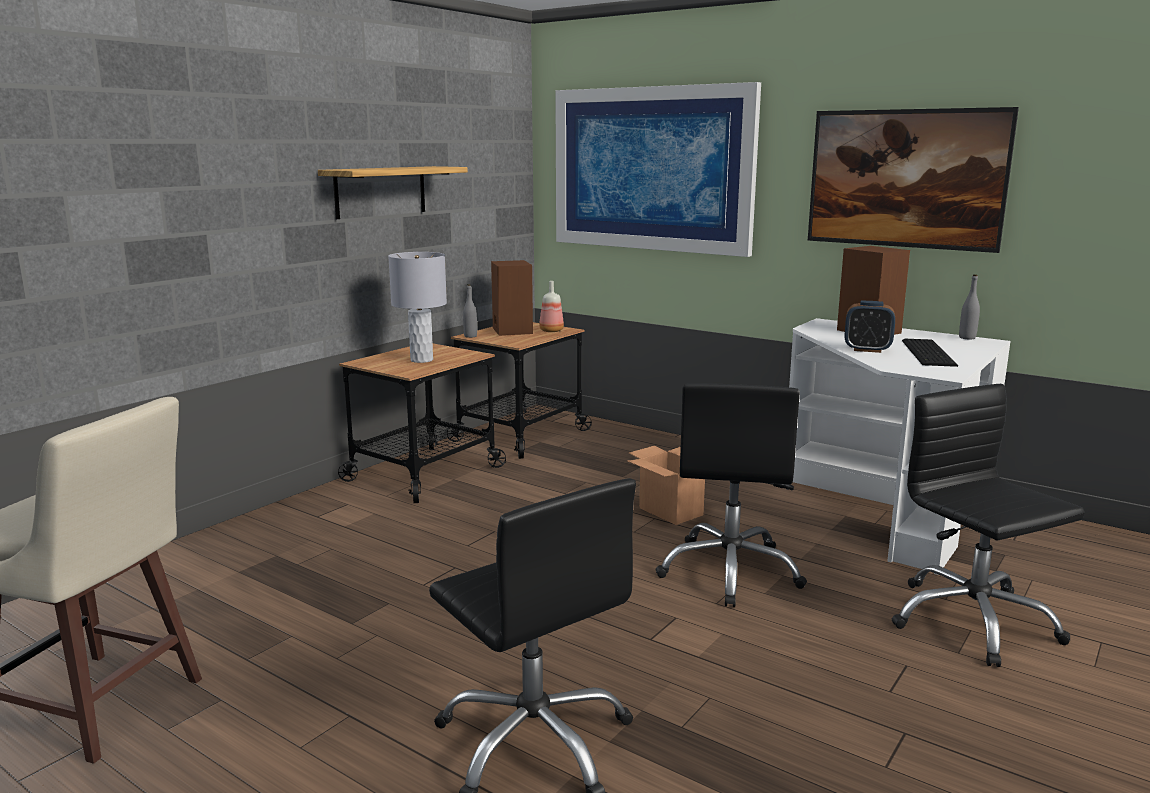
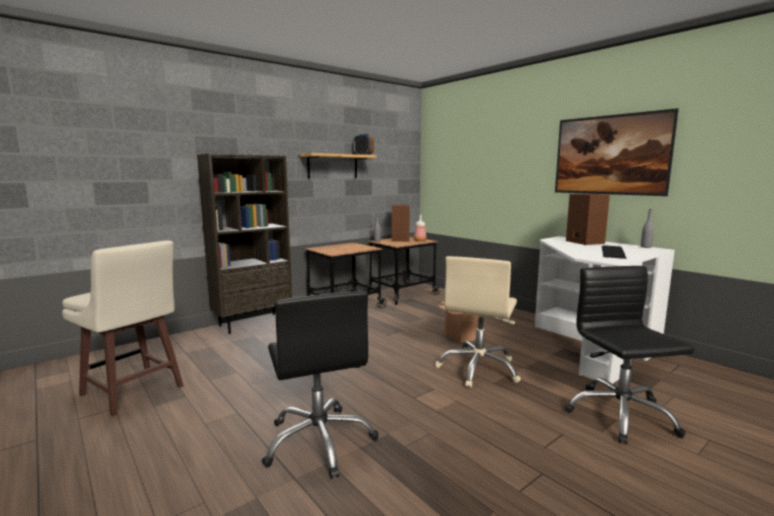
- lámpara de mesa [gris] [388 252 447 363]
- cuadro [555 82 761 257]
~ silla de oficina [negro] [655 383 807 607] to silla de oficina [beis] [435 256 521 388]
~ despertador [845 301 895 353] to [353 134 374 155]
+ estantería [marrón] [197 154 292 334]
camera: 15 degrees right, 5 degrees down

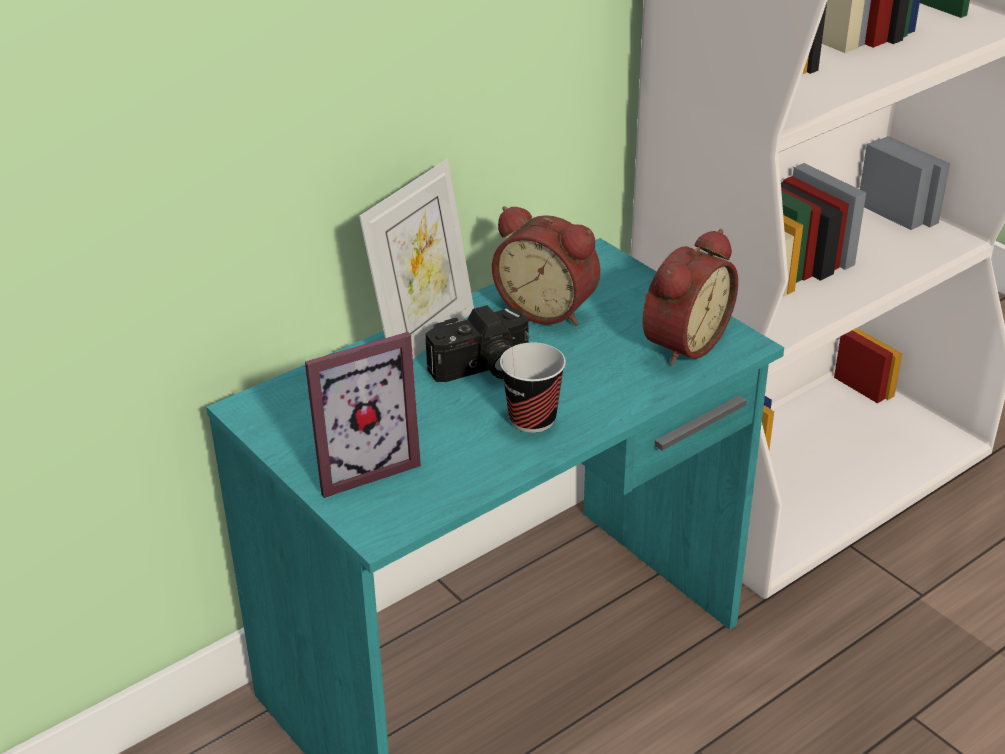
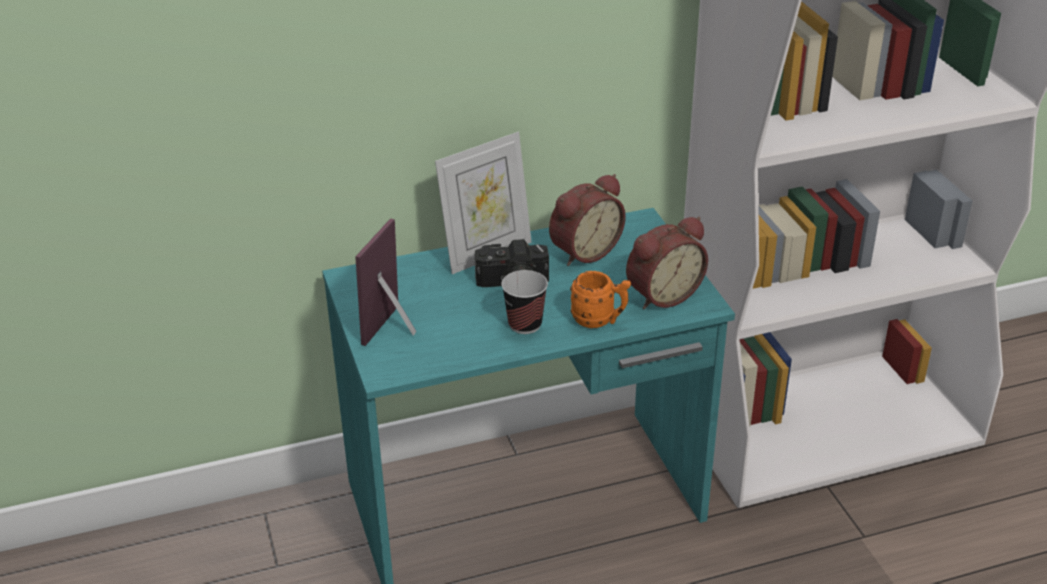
~ portarretratos [305 332 421 498] = [355 218 417 346] 120 degrees clockwise
~ despertador [492 206 600 326] = [549 174 626 266] 90 degrees counterclockwise
+ taza grande [naranja] [570 271 631 328]
camera: 20 degrees right, 0 degrees up

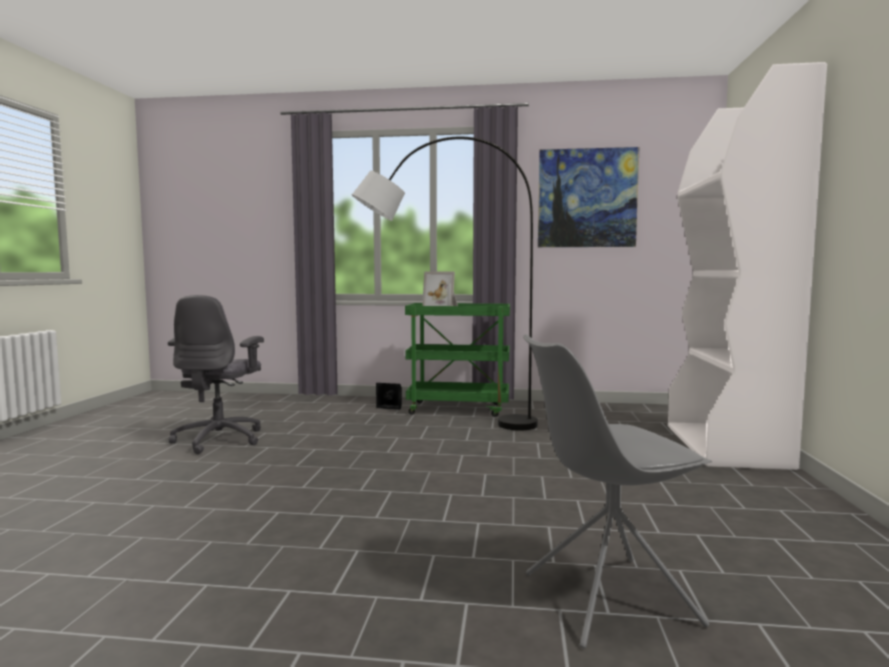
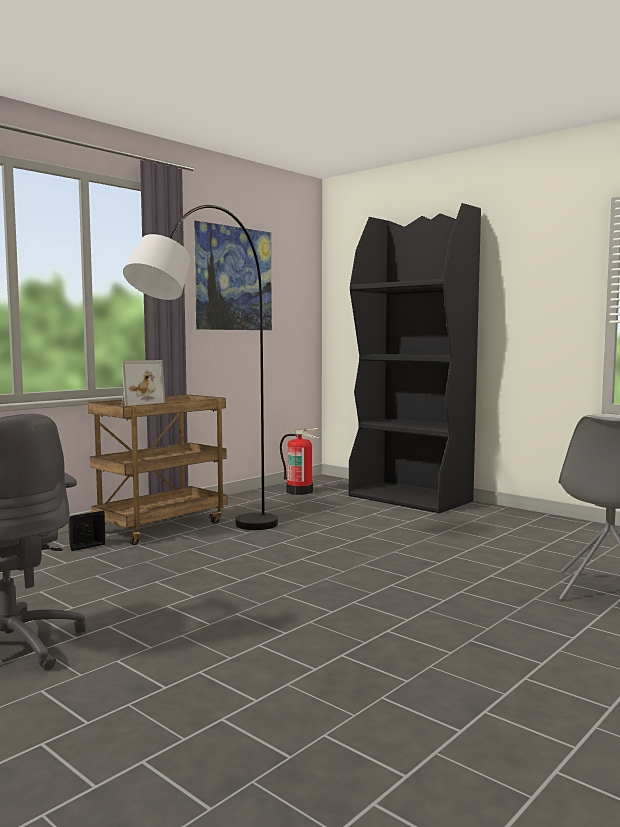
~ carrito [verde] [405 303 510 417] to carrito [marrón] [88 395 227 545]
~ estantería [blanco] [668 62 827 470] to estantería [negro] [349 203 481 513]
+ extintor [280 428 320 495]
camera: 55 degrees left, 0 degrees up

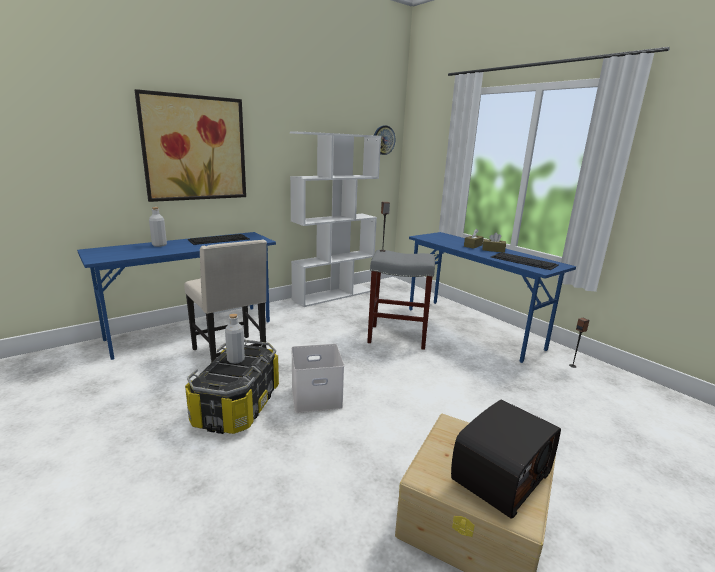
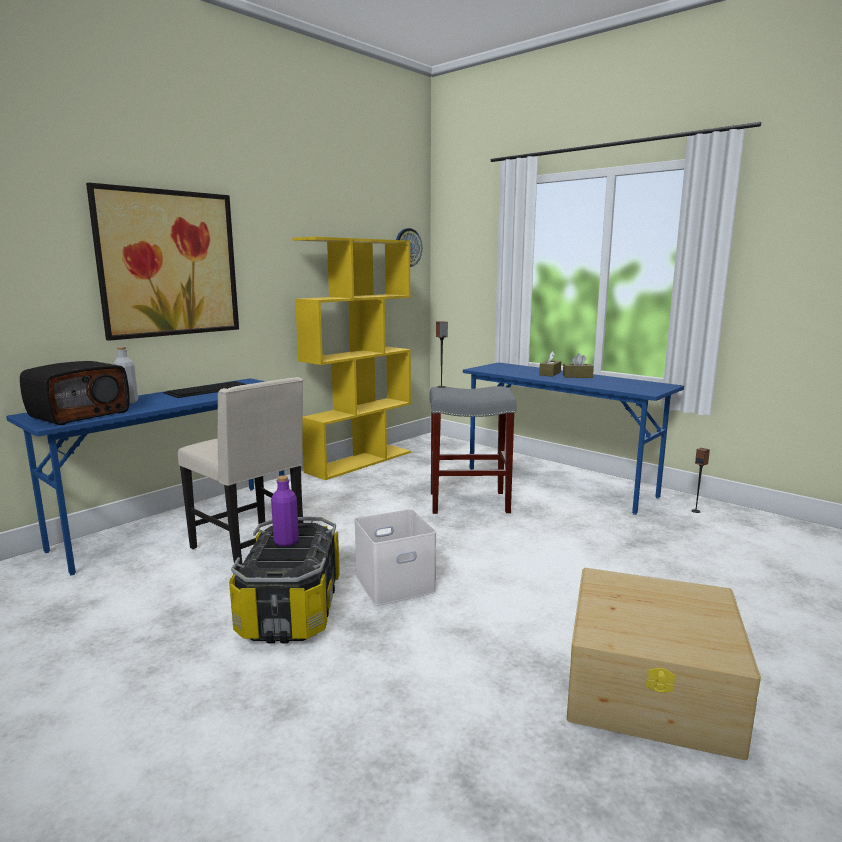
~ botella [gris] [225 314 245 364] to botella [morado] [271 476 299 546]
~ estantería [blanco] [290 131 381 307] to estantería [amarillo] [292 237 411 480]
~ radio [451 400 561 519] to [20 361 130 425]
- teclado [491 253 559 270]
camera: 10 degrees left, 5 degrees down

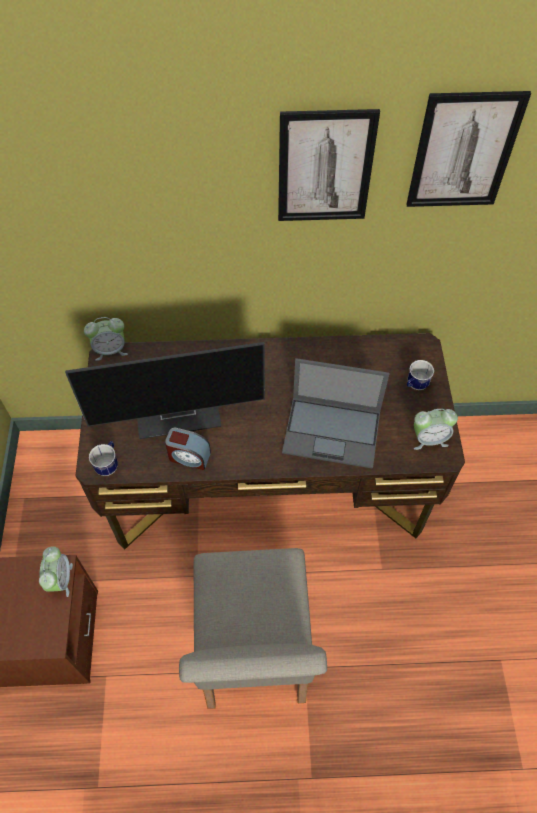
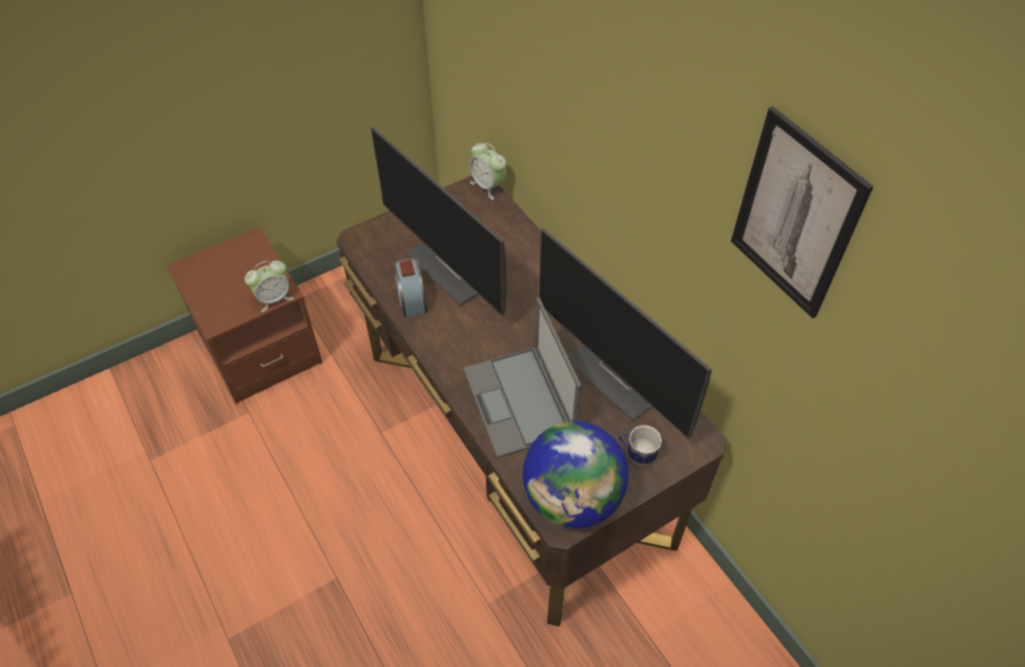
- taza grande [89 441 118 476]
- silla [beis] [179 548 327 709]
- cuadro [278 109 380 221]
~ despertador [414 409 458 450] to globo terráqueo [522 421 628 528]
+ monitor [538 228 712 439]
camera: 60 degrees right, 5 degrees down

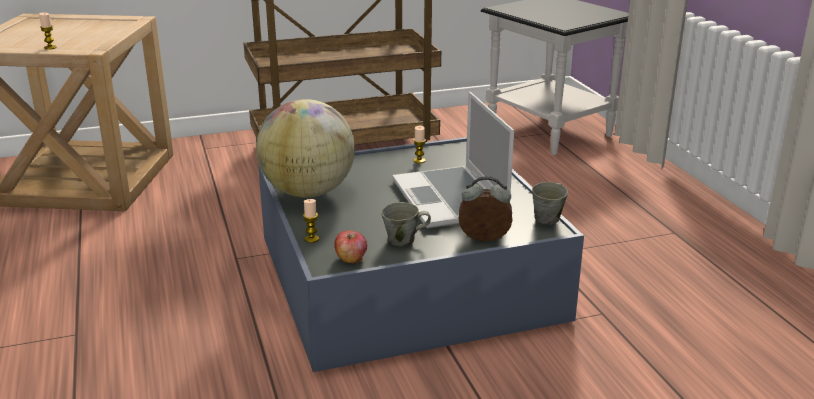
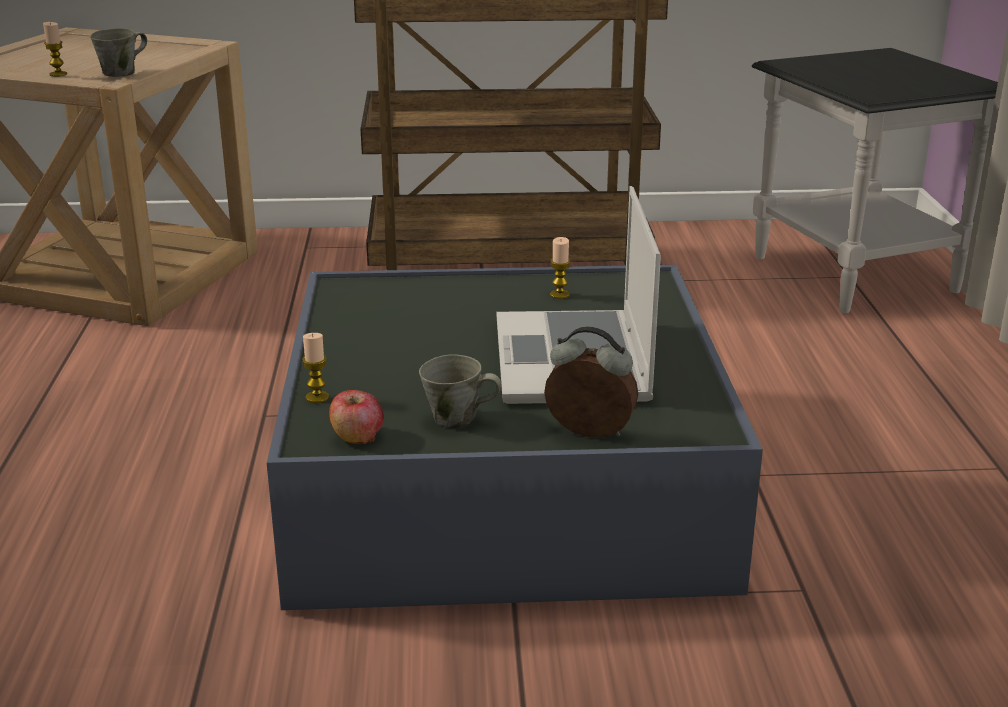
- globo terráqueo [256 99 355 198]
~ taza grande [gris] [532 182 568 224] to [90 28 147 77]
camera: 15 degrees right, 0 degrees up

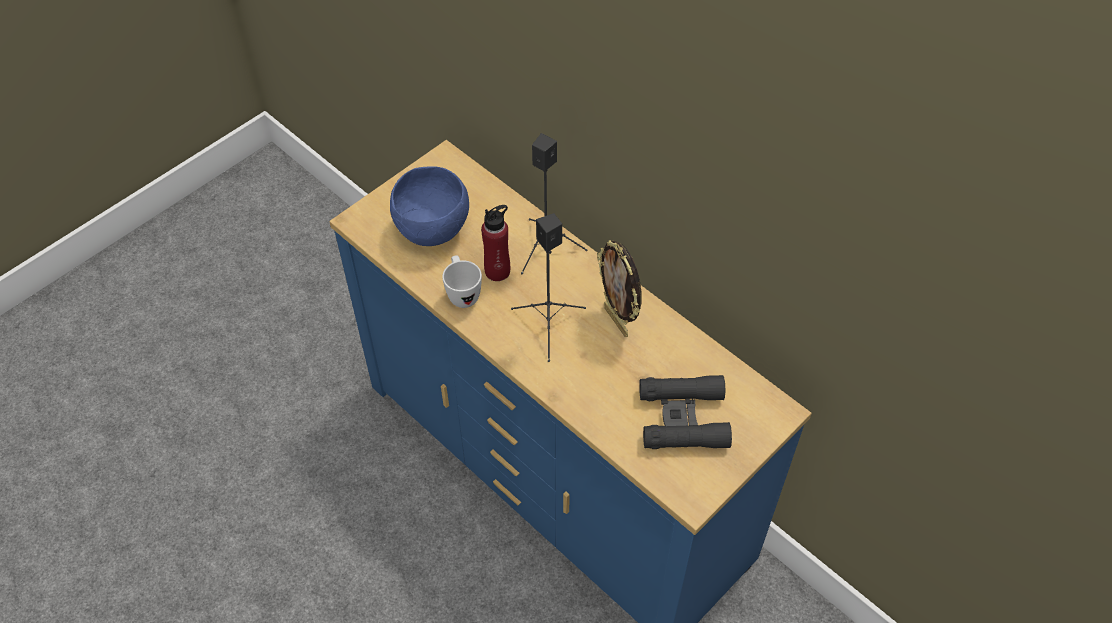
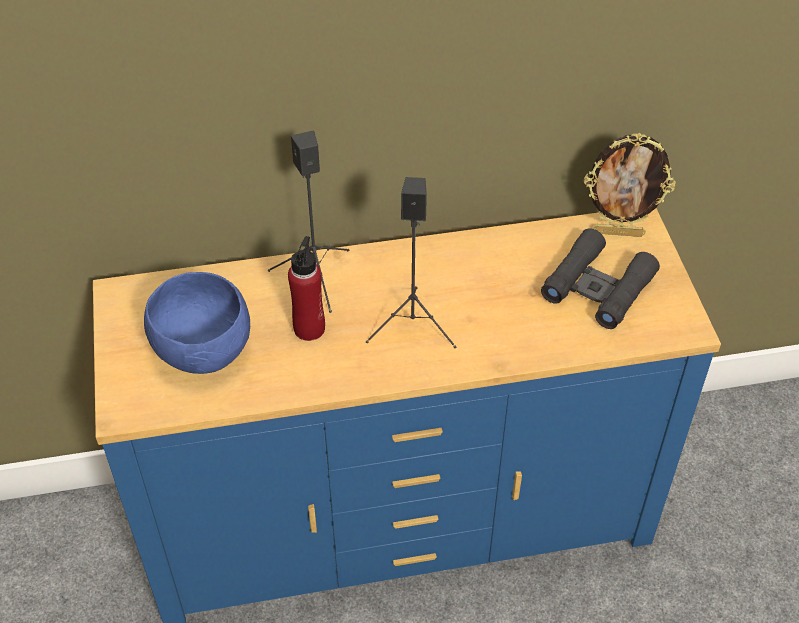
- taza grande [blanco] [442 255 482 308]
~ portarretratos [597 240 642 337] to [584 133 676 237]
camera: 55 degrees left, 5 degrees down

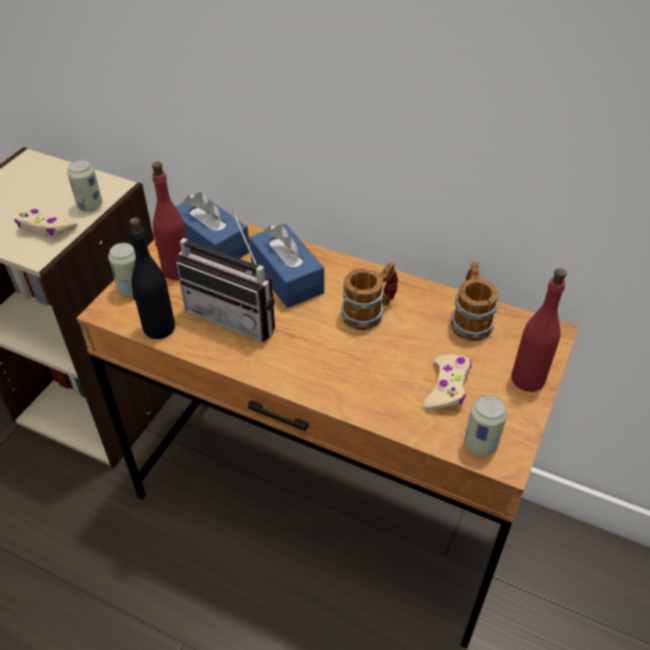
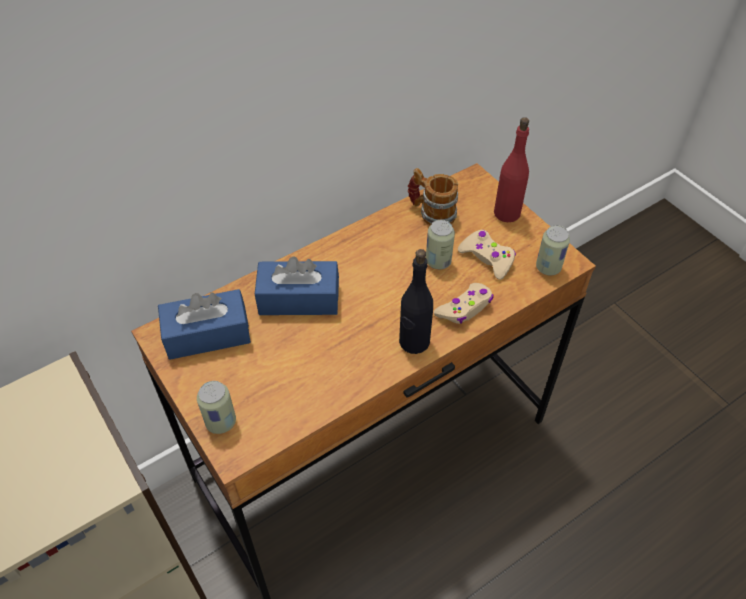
~ mando de consola [beis] [14 209 77 237] to [434 283 493 324]
~ lata [67 159 102 212] to [426 220 455 269]
~ botella [negro] [129 217 175 339] to [399 249 433 354]
- botella [rojo] [152 162 187 280]
- radio [176 208 275 342]
- taza grande [342 261 398 330]
camera: 60 degrees left, 5 degrees up

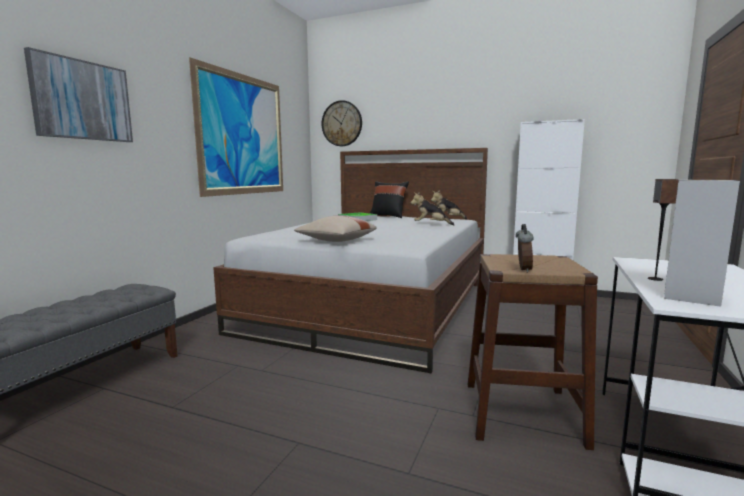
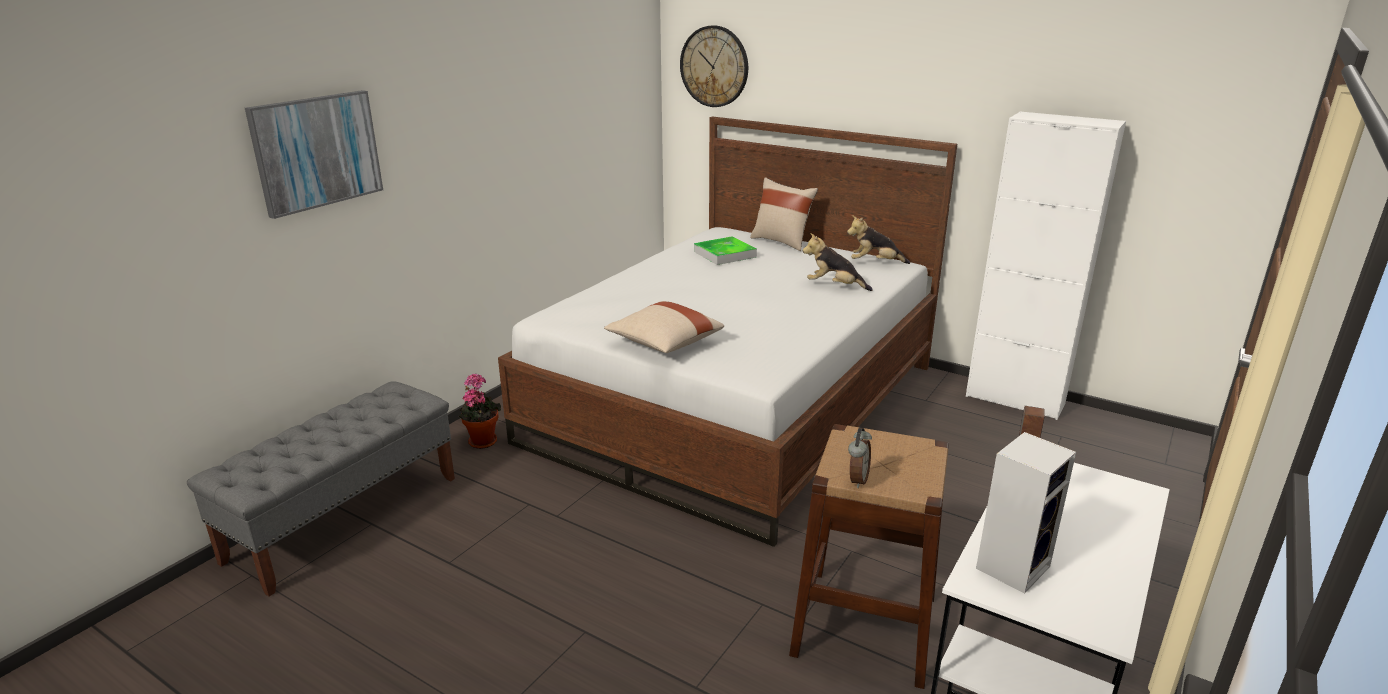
- cuadro [189 57 283 197]
~ cojín [negro] [370 181 409 218] to cojín [beis] [750 177 818 251]
+ planta en maceta [459 374 501 449]
camera: 10 degrees right, 15 degrees up

